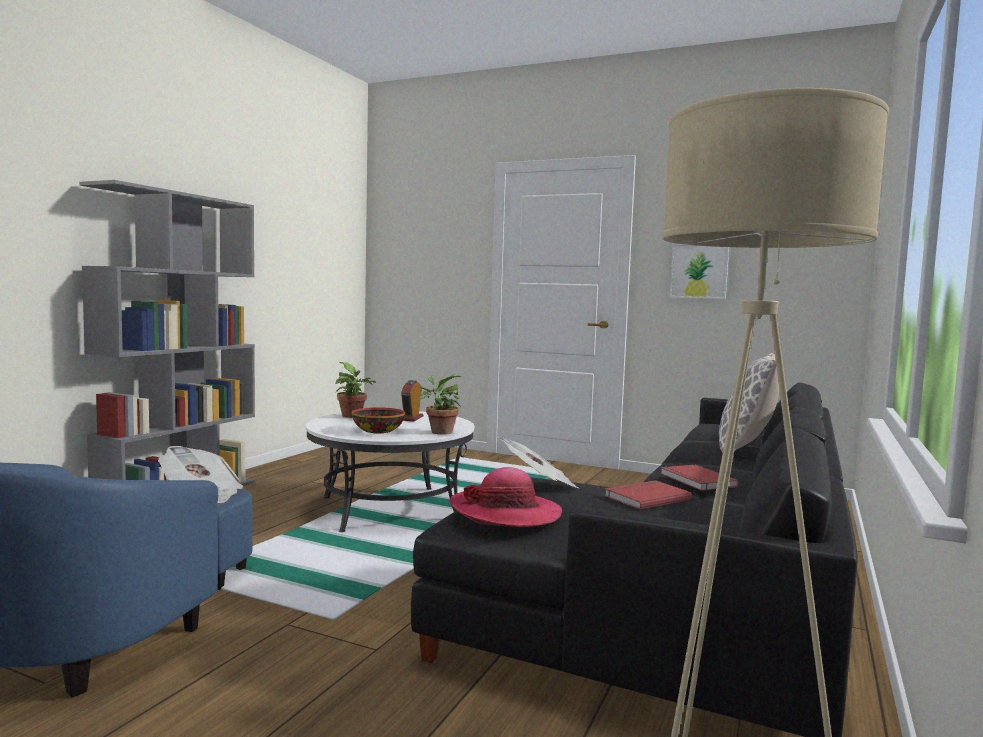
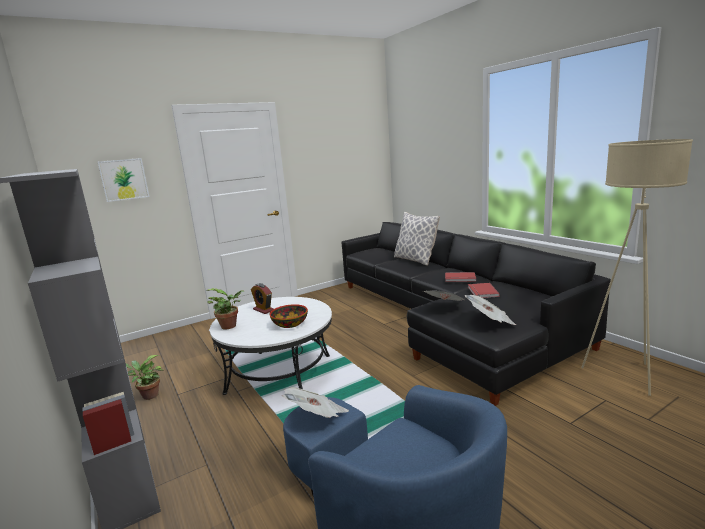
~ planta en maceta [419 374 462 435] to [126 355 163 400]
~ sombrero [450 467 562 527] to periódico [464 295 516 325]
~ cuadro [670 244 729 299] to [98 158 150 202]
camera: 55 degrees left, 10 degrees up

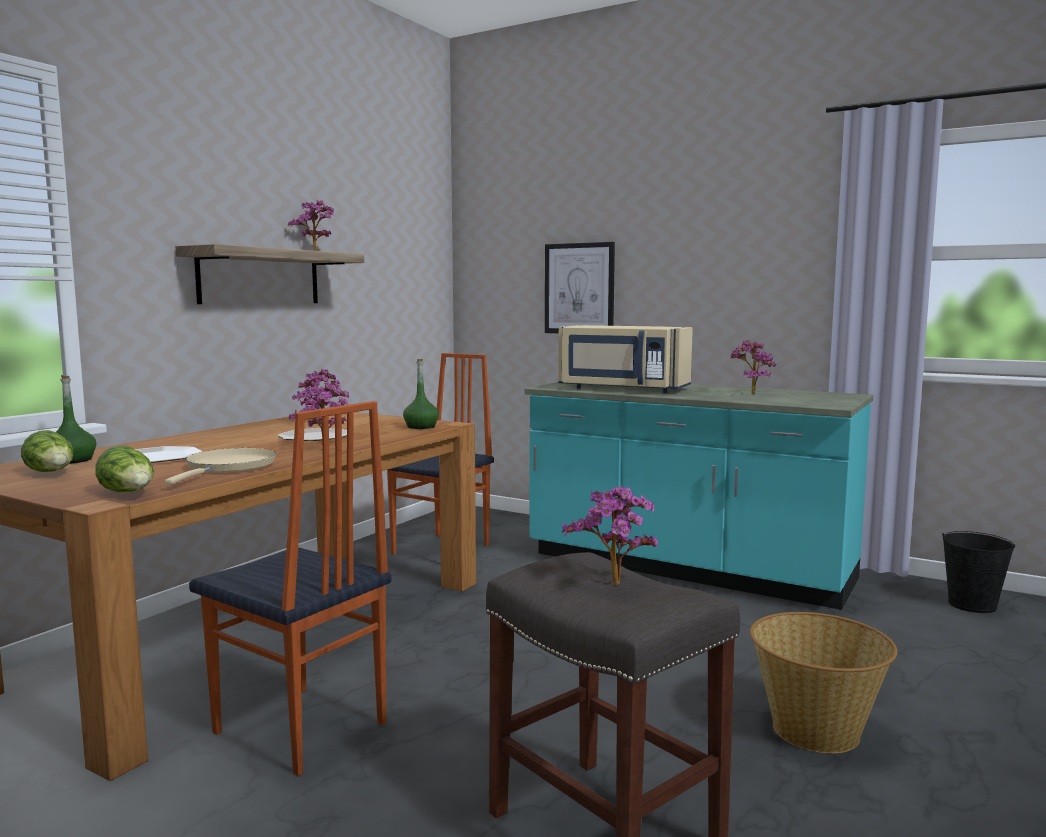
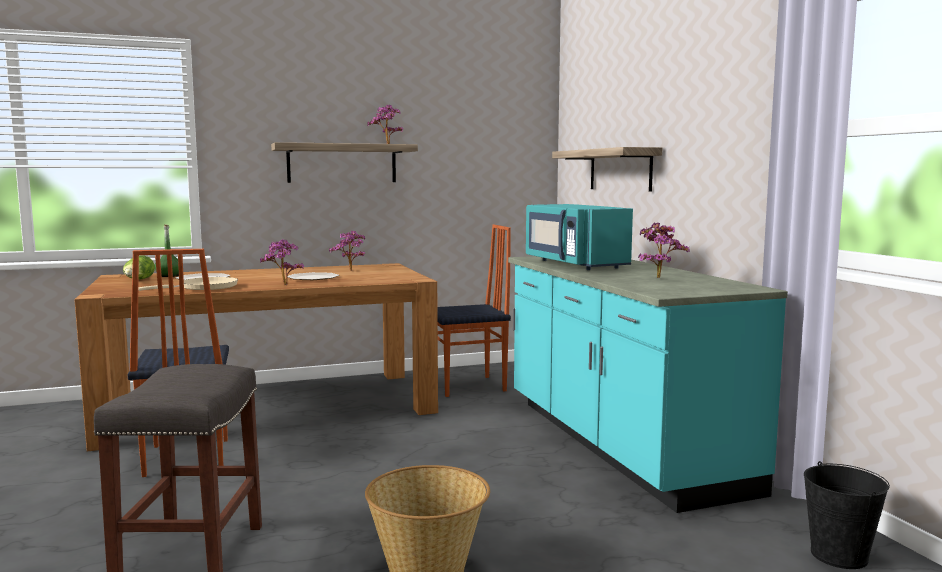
- lechuga [95 445 154 492]
- botella [verde] [403 359 439 429]
~ cuadro [545 242 615 333] to estante [552 147 662 191]
~ microondas [beis] [558 325 693 393] to microondas [turquesa] [526 204 633 270]
- planta en maceta [562 486 658 585]
camera: 40 degrees right, 0 degrees up

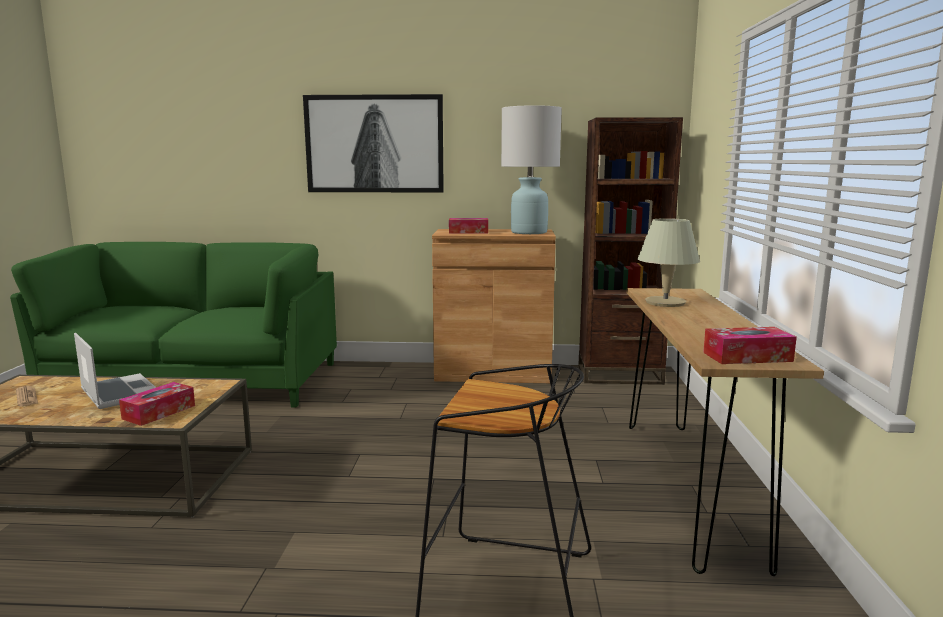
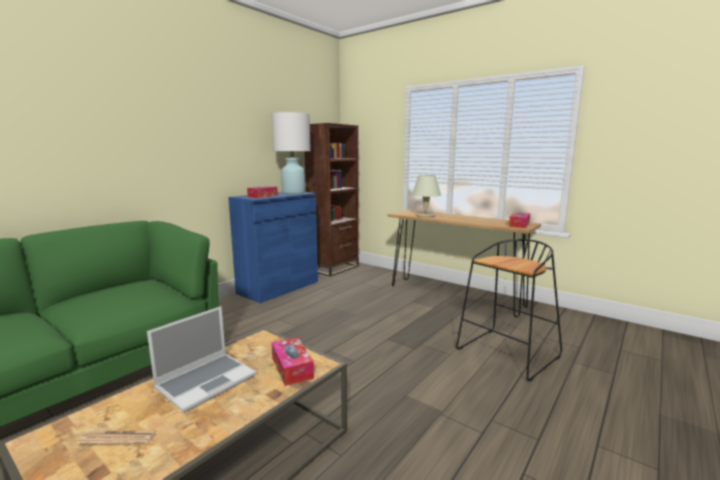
~ portátil [74 333 156 409] = [147 306 256 412] 135 degrees clockwise
- cuadro [303 94 444 193]
~ armario [marrón] [432 229 556 383] to armario [azul] [228 192 318 303]
camera: 55 degrees left, 0 degrees up

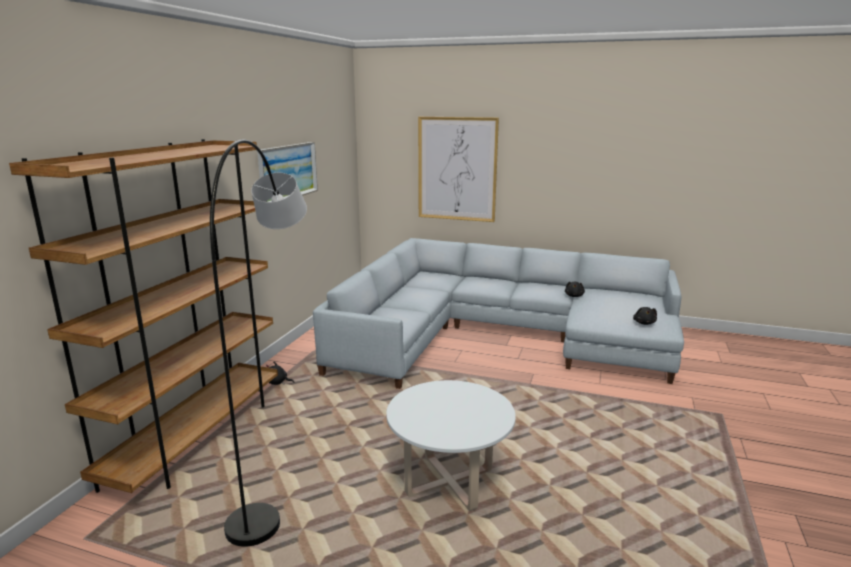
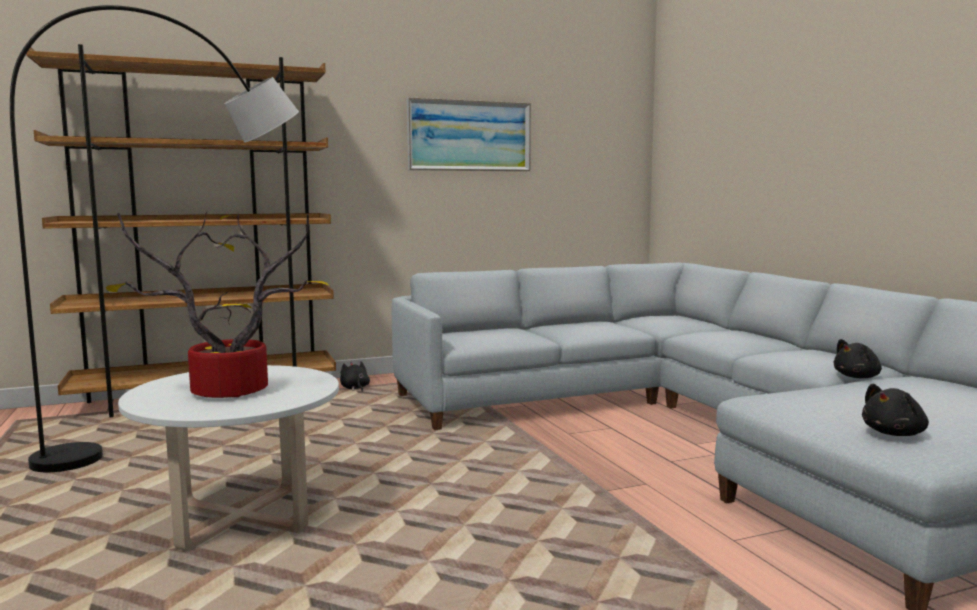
- cuadro [418 117 499 222]
+ planta en maceta [106 211 330 398]
camera: 50 degrees right, 10 degrees down

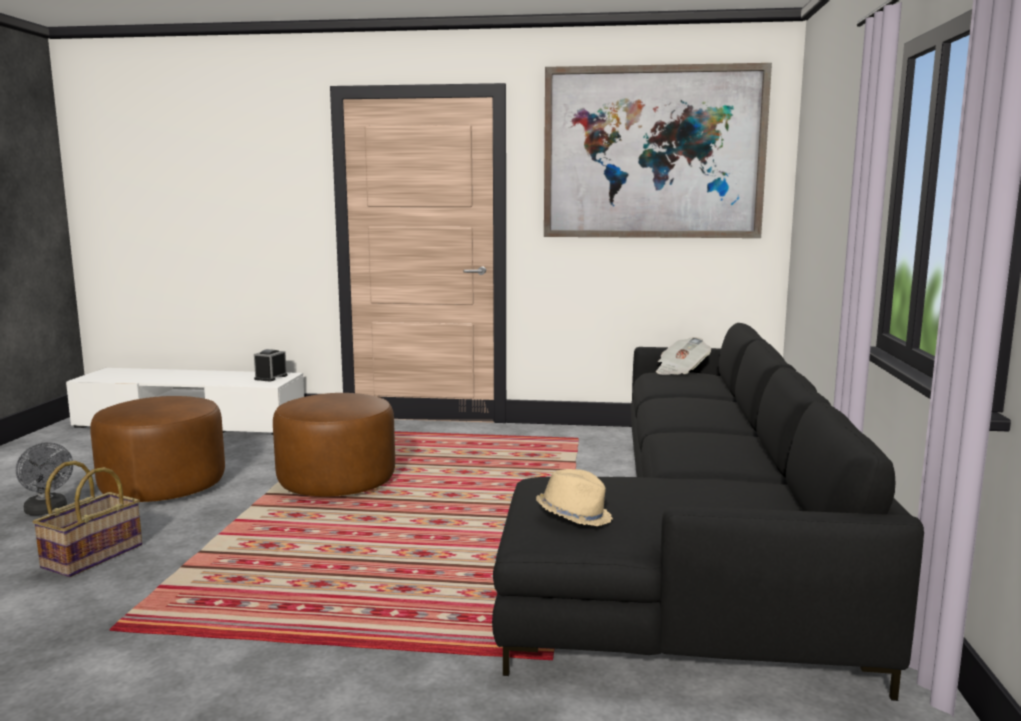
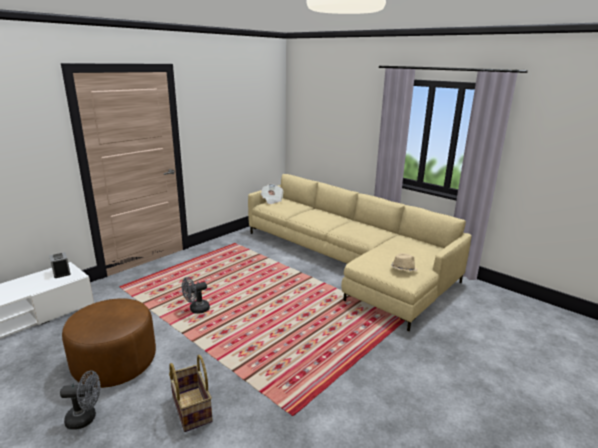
~ puf [marrón] [273 393 395 497] to ventilador [gris] [182 277 210 314]
~ sofá [negro] [492 323 924 701] to sofá [beis] [248 174 472 331]
- cuadro [544 63 772 238]
camera: 55 degrees left, 10 degrees up

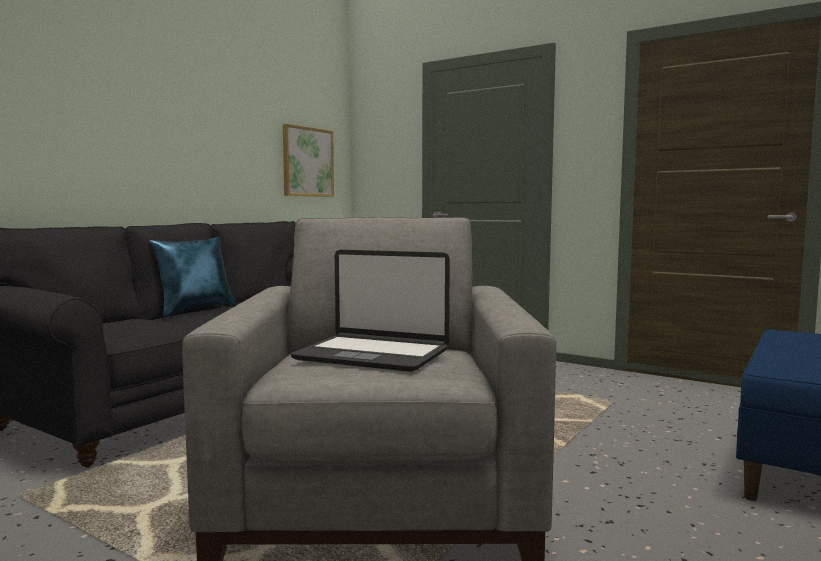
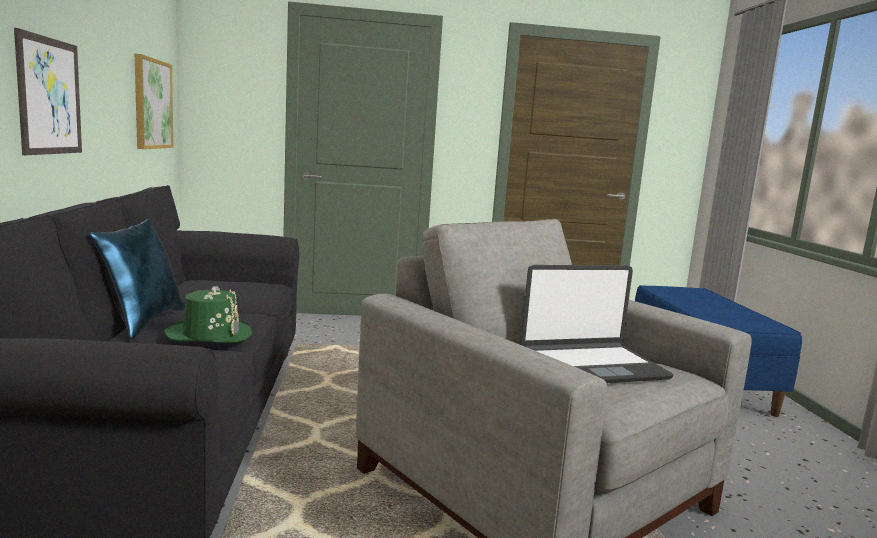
+ cuadro [14 28 82 155]
+ sombrero [verde] [165 286 252 343]
camera: 40 degrees left, 5 degrees up

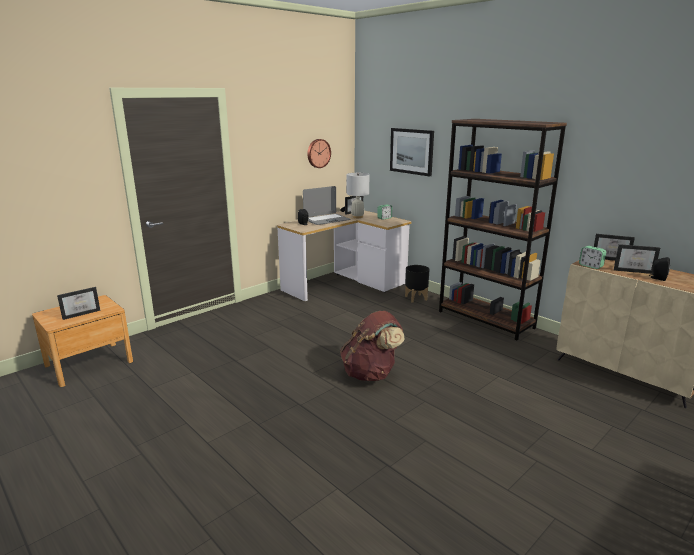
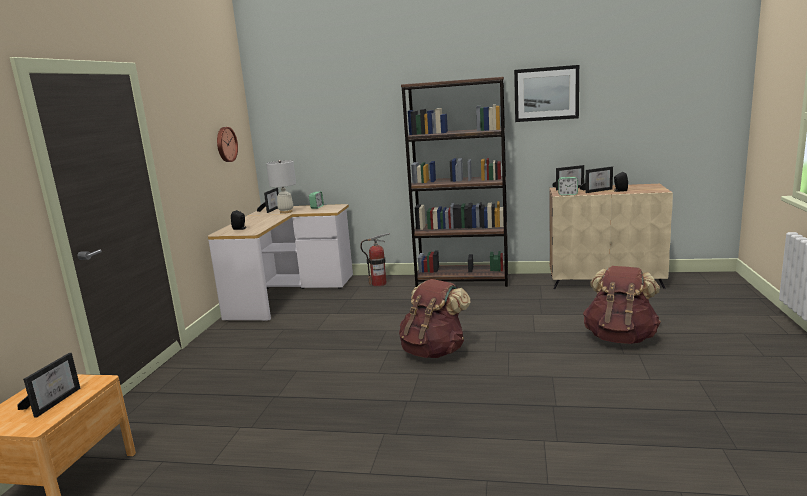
- portátil [303 186 350 225]
~ cuadro [390 128 434 176] to [514 65 579 122]
~ maceta [negro] [405 265 430 303] to extintor [360 233 390 286]
+ mochila [marrón] [583 266 661 344]
camera: 35 degrees left, 5 degrees down

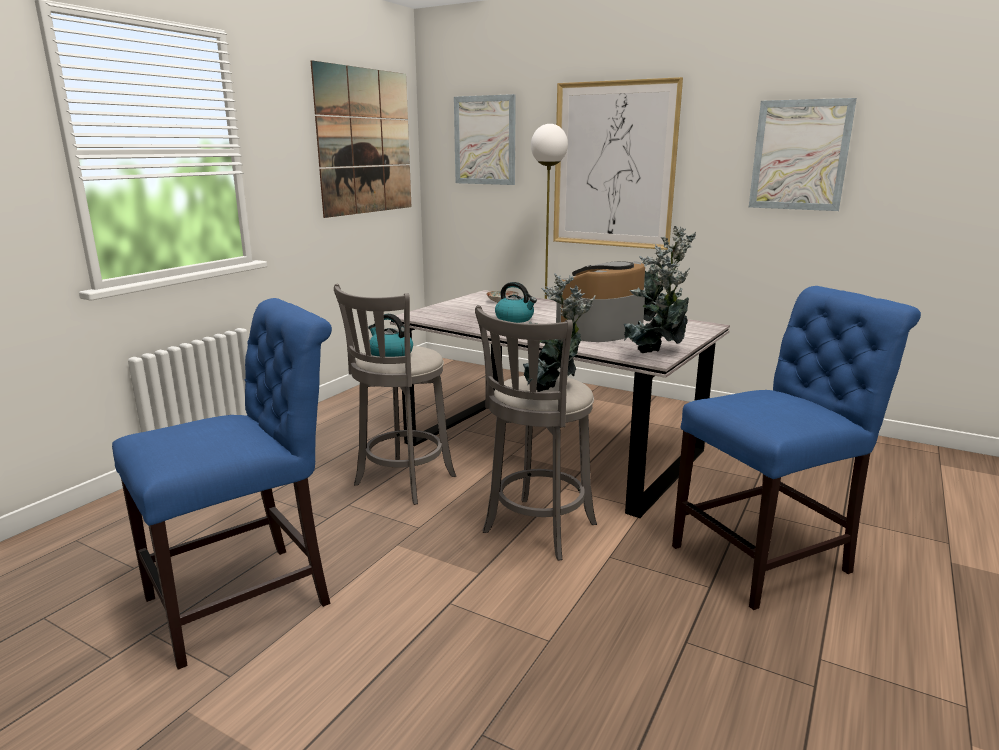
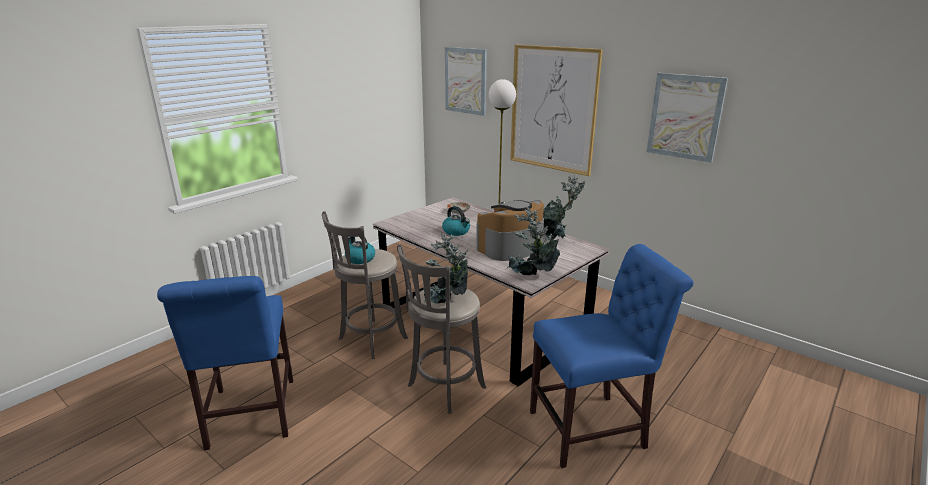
~ silla [azul] [112 298 332 670] = [157 276 293 450] 105 degrees clockwise
- cuadro [311 60 411 218]
camera: 10 degrees right, 5 degrees up

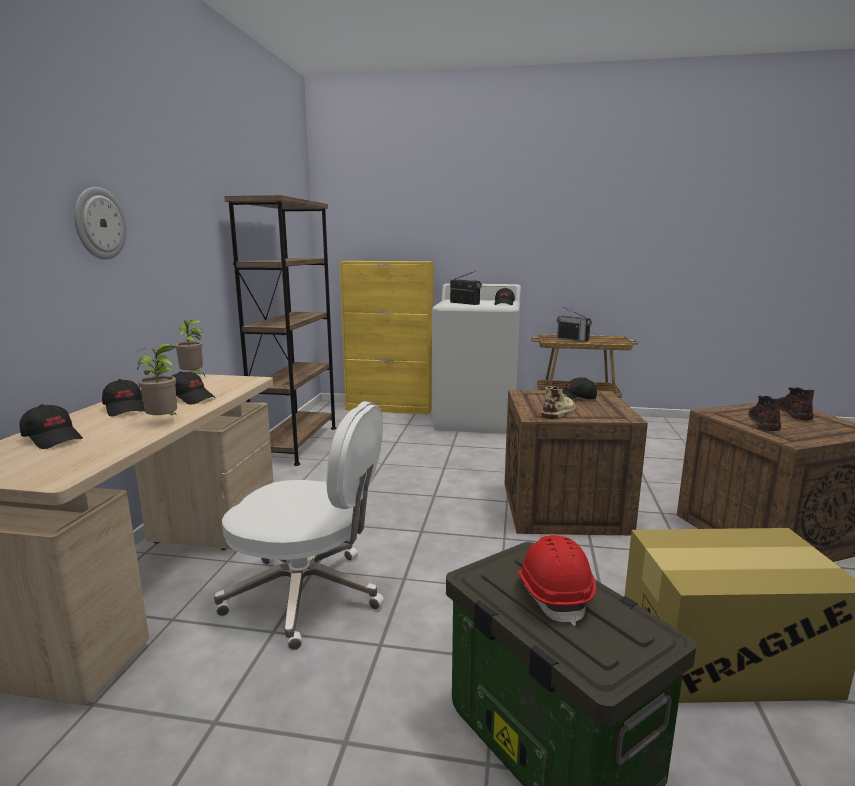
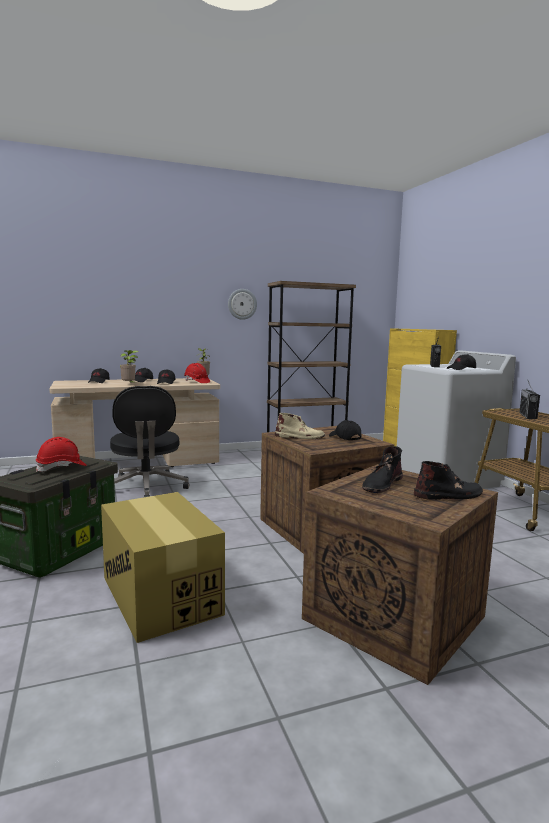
~ reloj de pared [74 187 127 260] to [228 289 257 320]
~ silla de oficina [blanco] [214 401 384 650] to silla de oficina [negro] [110 386 189 497]
~ bota [negro] [748 396 782 431] = [362 446 403 493] 135 degrees clockwise
+ casco [rojo] [184 363 210 383]
camera: 60 degrees right, 5 degrees down

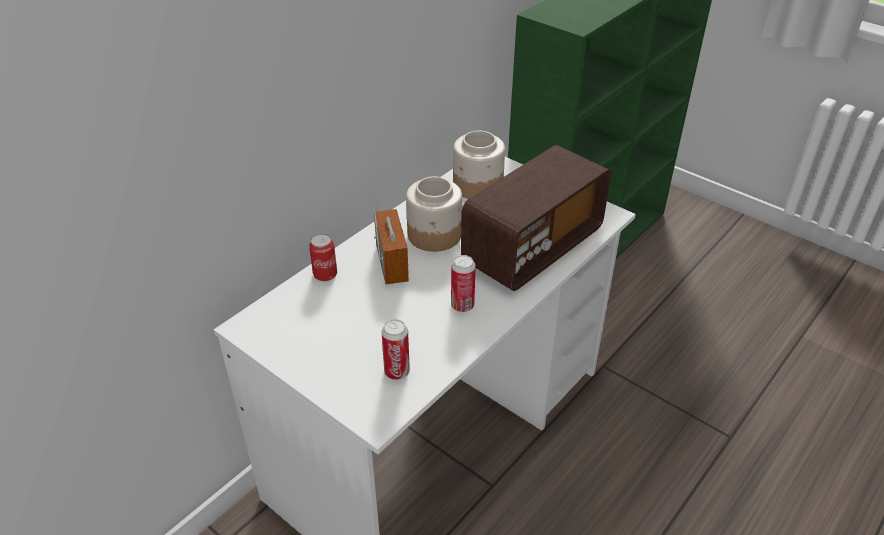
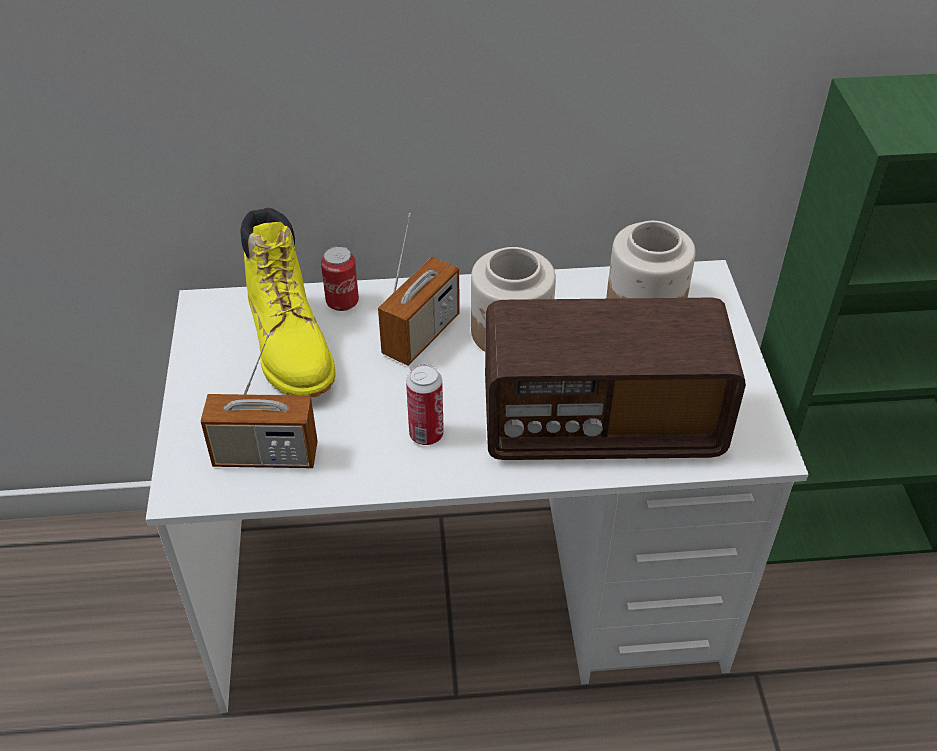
~ lata [382 319 410 380] to radio [201 333 318 468]
+ bota [amarillo] [240 207 335 398]
camera: 45 degrees right, 5 degrees up

